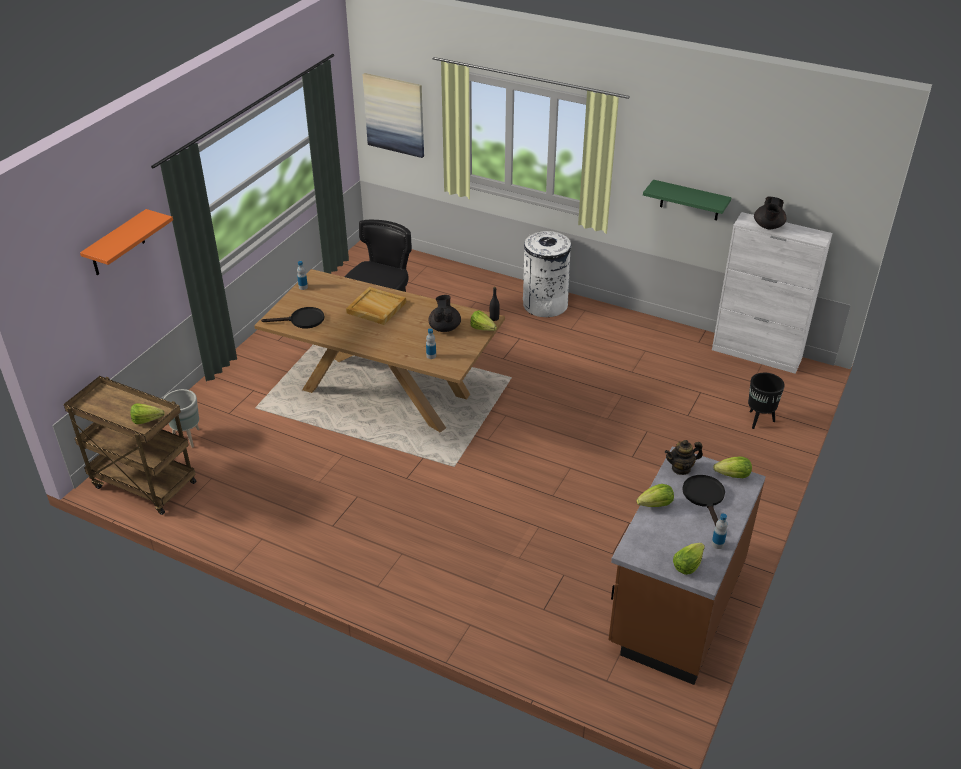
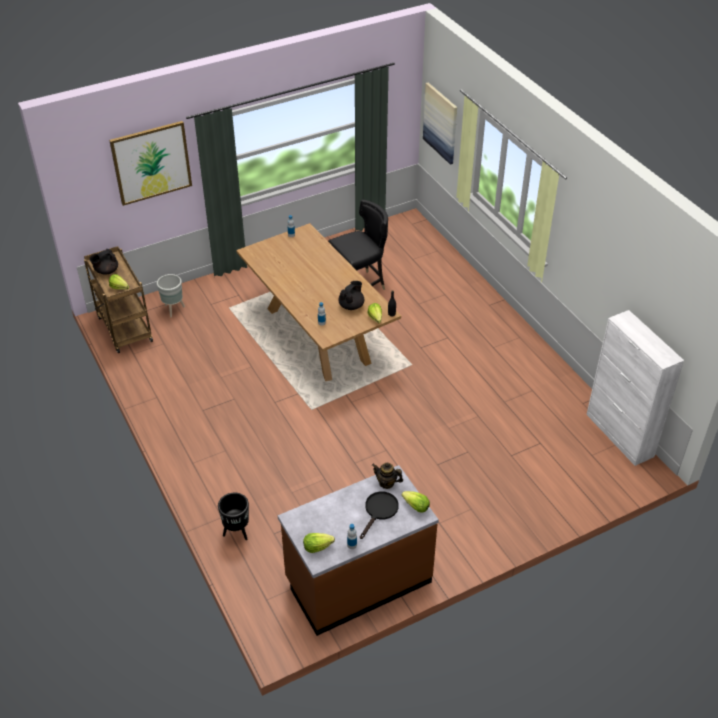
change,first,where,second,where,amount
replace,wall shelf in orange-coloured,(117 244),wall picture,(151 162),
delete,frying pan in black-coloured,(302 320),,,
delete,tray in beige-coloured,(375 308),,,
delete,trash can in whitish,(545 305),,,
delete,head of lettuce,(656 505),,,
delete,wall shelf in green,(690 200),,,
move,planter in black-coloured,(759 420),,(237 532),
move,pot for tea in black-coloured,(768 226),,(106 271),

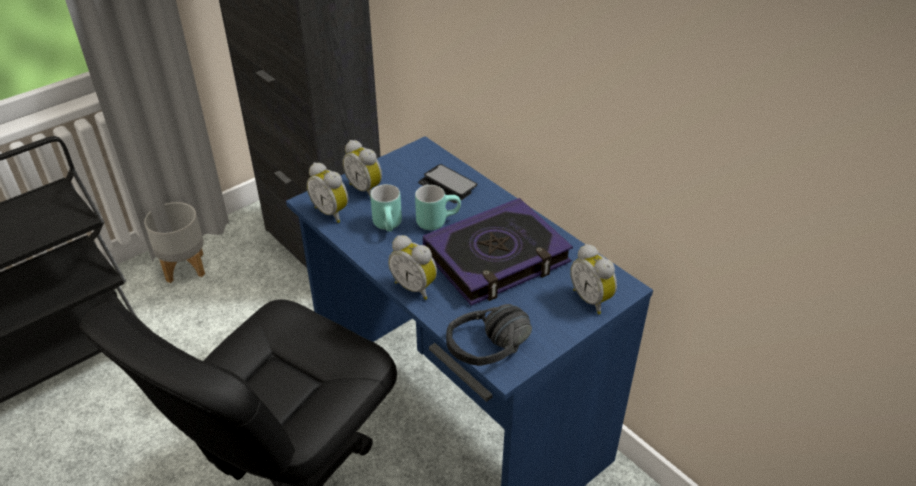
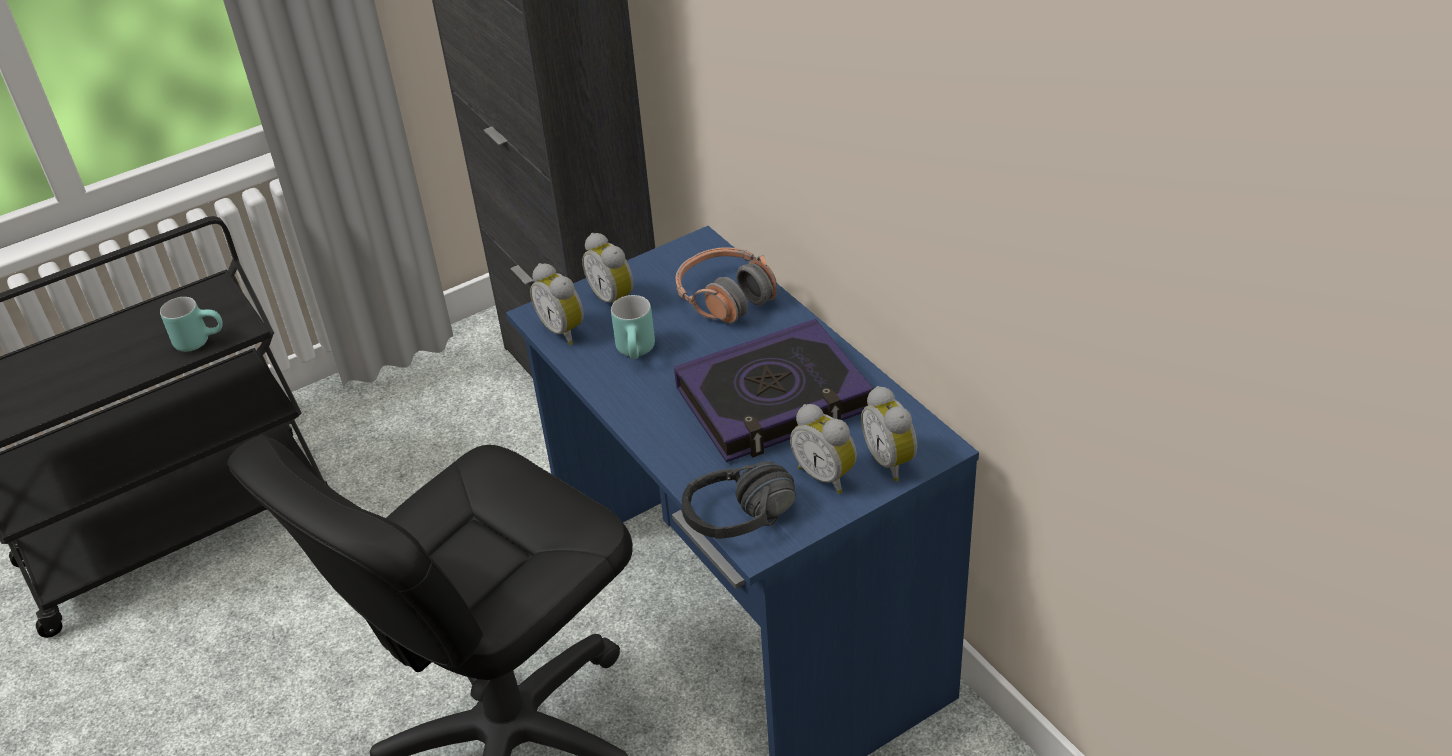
change,first,where,second,where,amount
delete,planter in grey,(185 267),,,
move,alarm clock,(415 287),,(826 475),
move,coffee mug in turquoise,(437 220),,(200 340),
replace,handset,(447 185),headphones,(726 297),

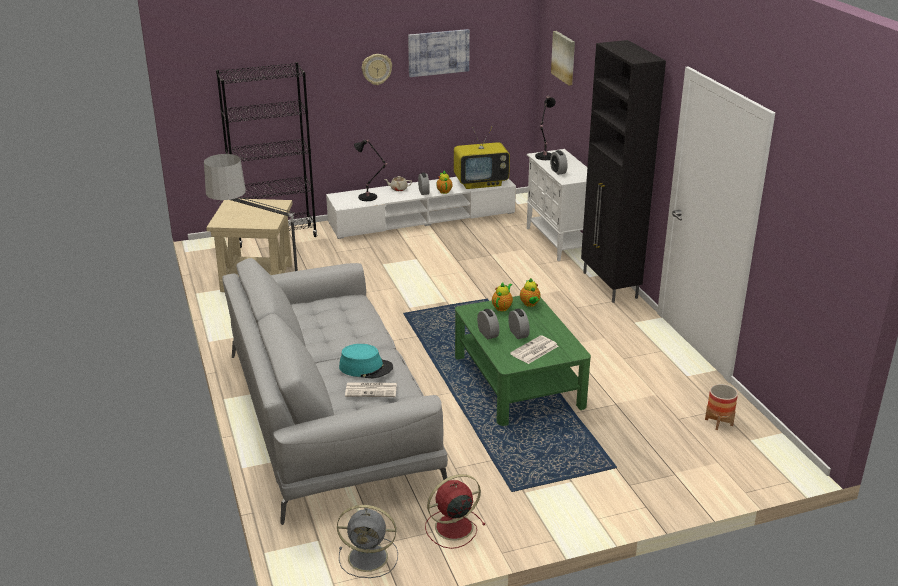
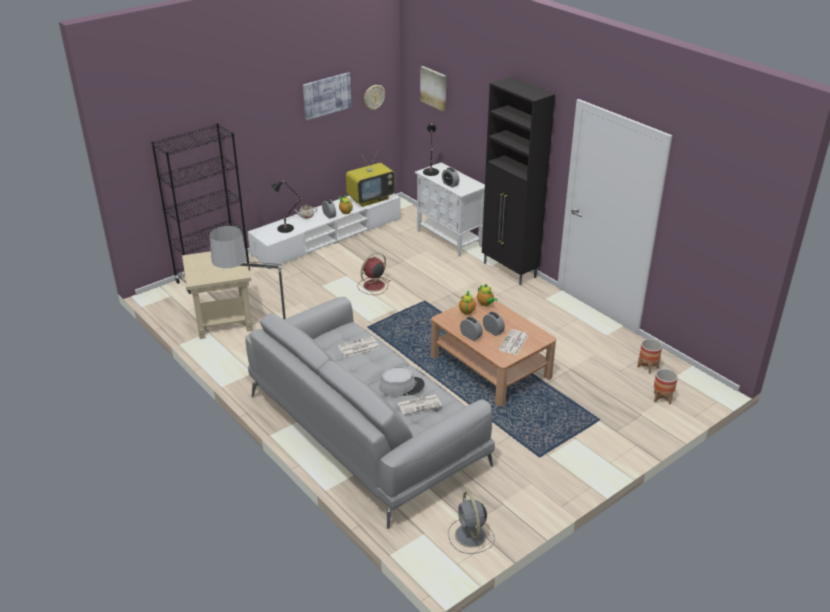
change,first,where,second,where,amount
rotate,fan in grey,(370 557),,(470 536),90 degrees clockwise
recolor,wearable hat in turquoise,(366 367),wearable hat in grey,(402 386),
move,clock on the wall,(376 69),,(374 97),
move,fan in reddish,(452 527),,(373 286),
recolor,low table in green,(517 381),low table in brownish,(490 366),
insert,,,daily paper,(358 347),
insert,,,planter,(662 398),

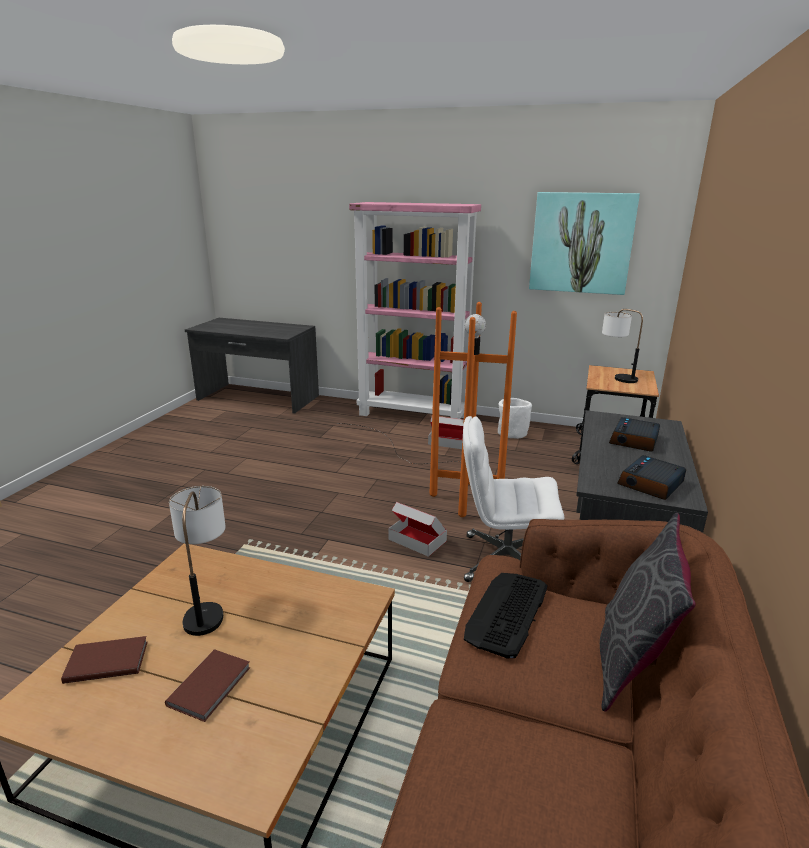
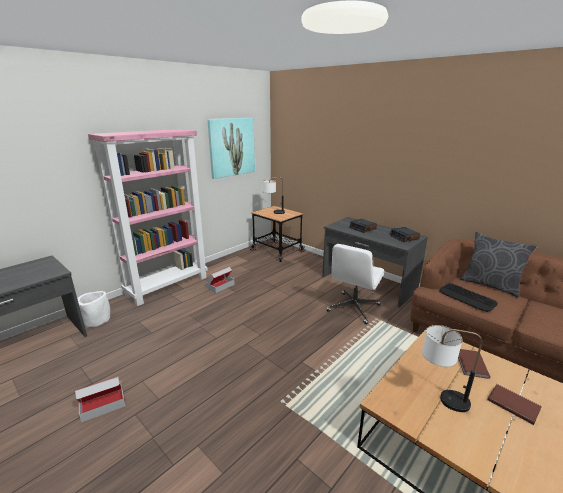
change,first,where,second,where,amount
move,bound book in brownish,(106 661),,(470 364),
delete,floor lamp in orange-coloured,(437 474),,,
move,cardboard box,(417 540),,(103 404),
move,planter in whitish,(512 433),,(97 320),

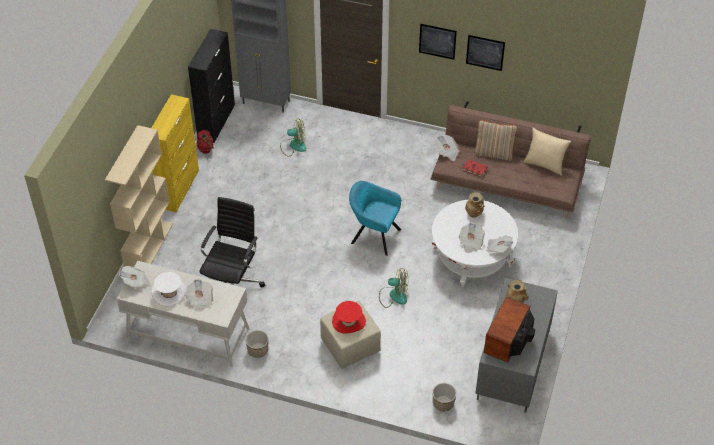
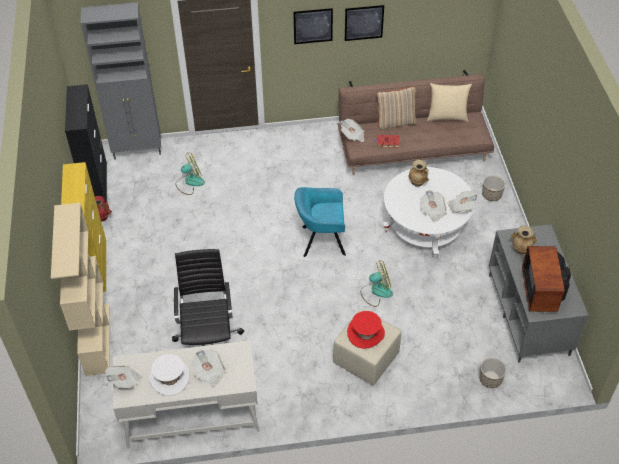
change,first,where,second,where,amount
move,planter,(257 350),,(491 195),

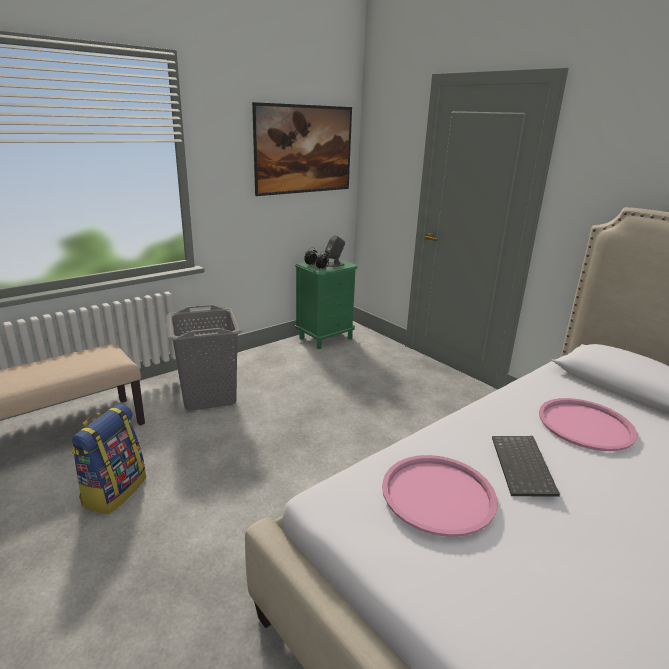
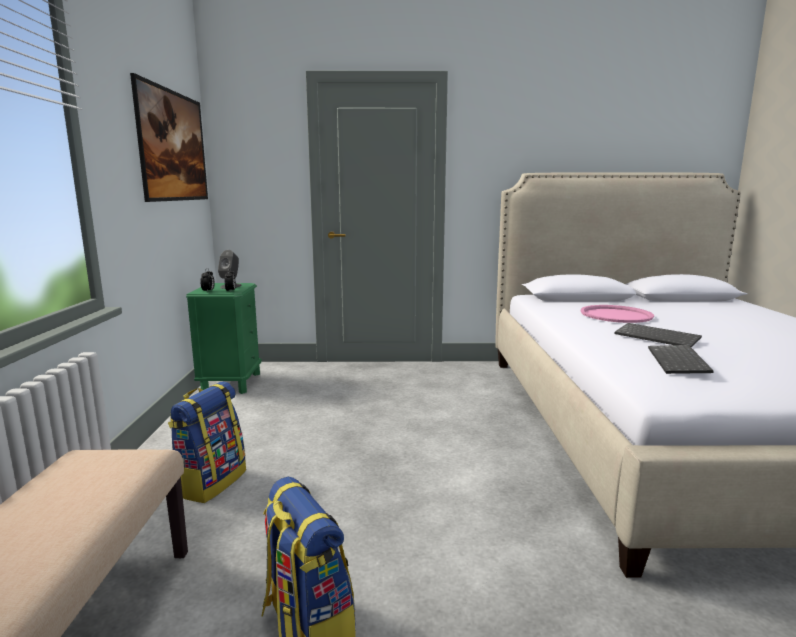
change,first,where,second,where,amount
replace,hamper in grey,(209 395),rucksack,(211 482),
replace,tray in pink,(438 495),PC keyboard,(679 362),

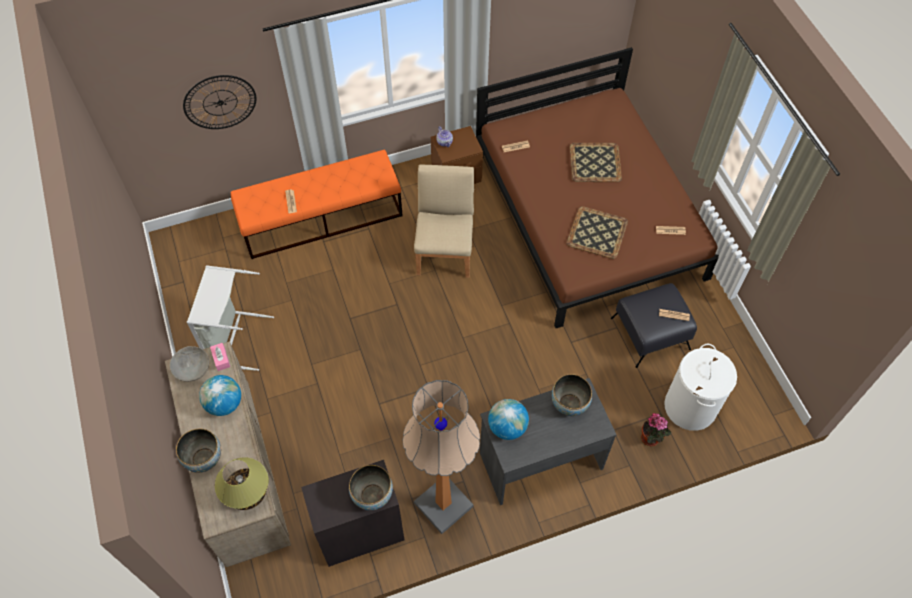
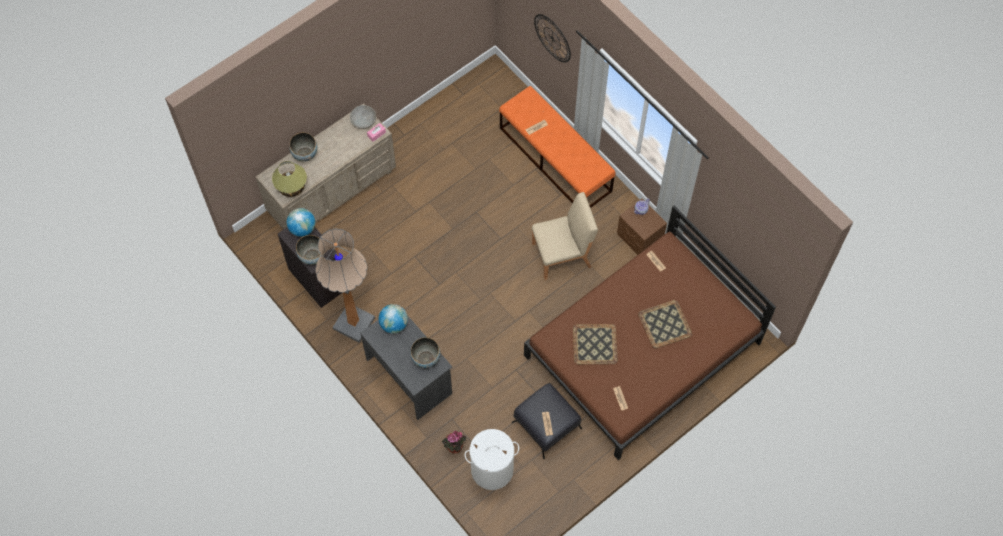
change,first,where,second,where,amount
delete,hamper in grey,(233 339),,,
move,world globe,(224 404),,(302 228),

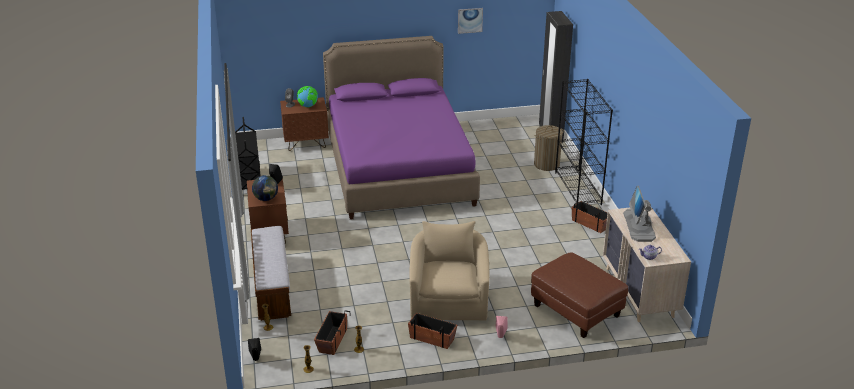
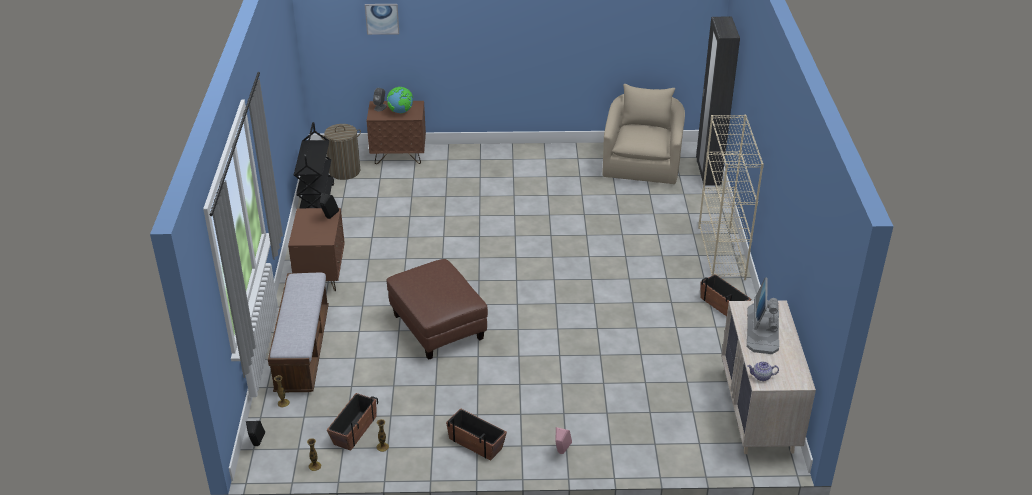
change,first,where,second,where,amount
delete,world globe,(266 199),,,
delete,bed in purple-coloured,(398 168),,,
move,easy chair in beige-coloured,(449 299),,(642 163),
move,wall picture,(470 20),,(382 18),
move,footrest in brownish,(576 311),,(438 328),
move,hamper,(546 164),,(344 171),
recolor,bookshelf in black-coloured,(578 188),bookshelf in beige-coloured,(721 253),

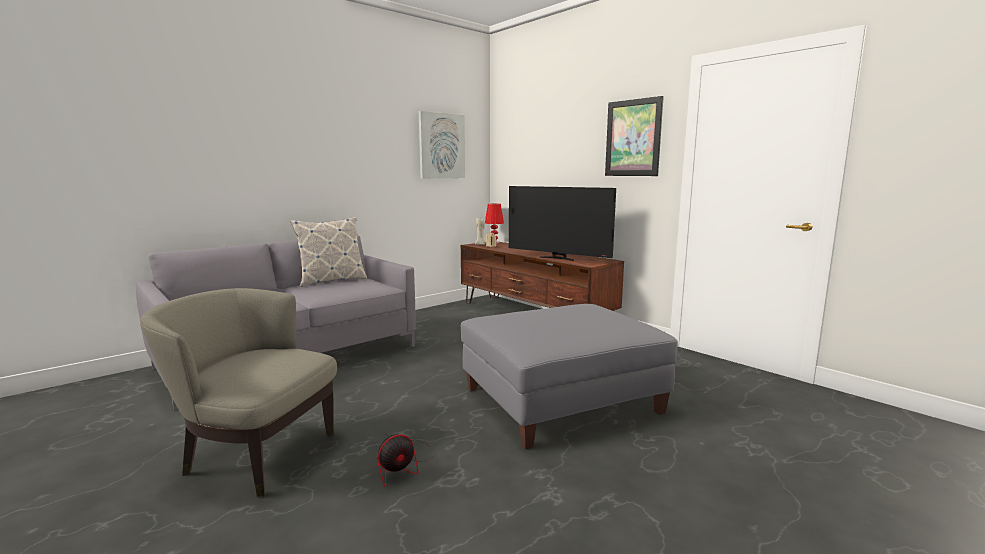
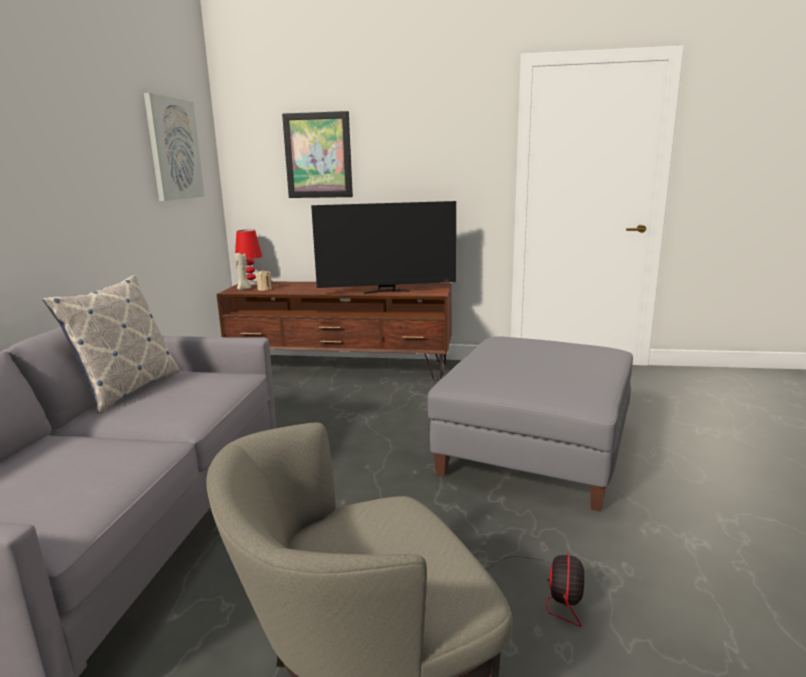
change,first,where,second,where,amount
move,wall picture,(633 138),,(318 155),

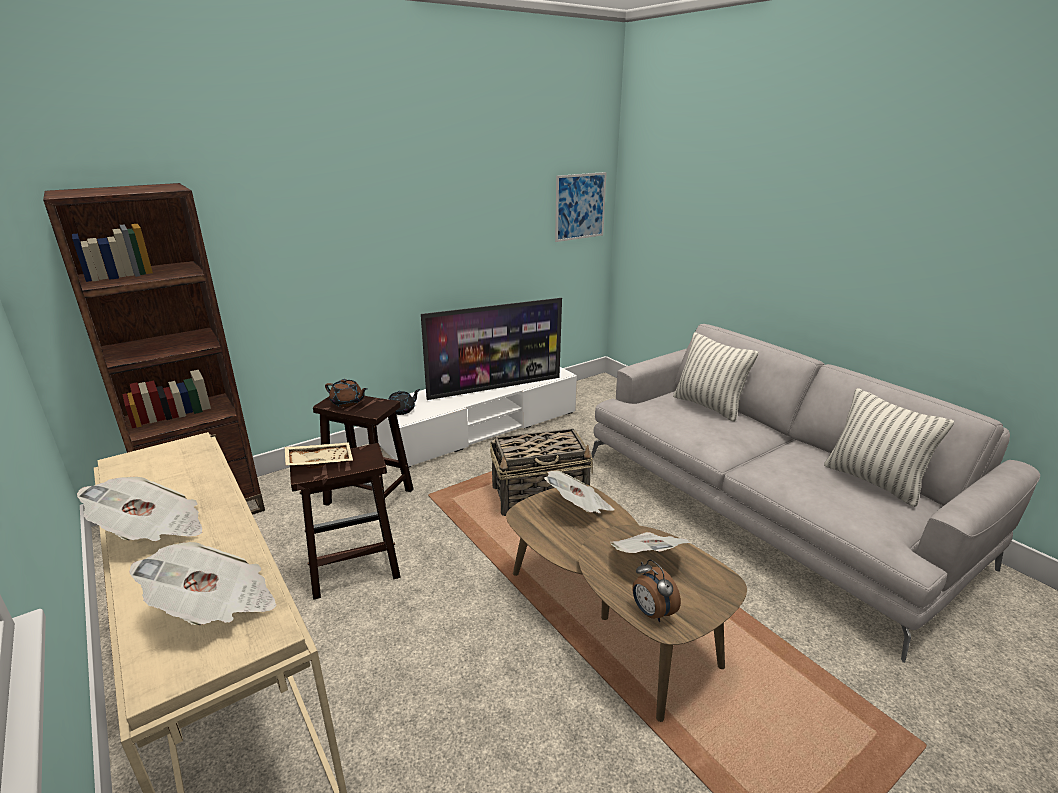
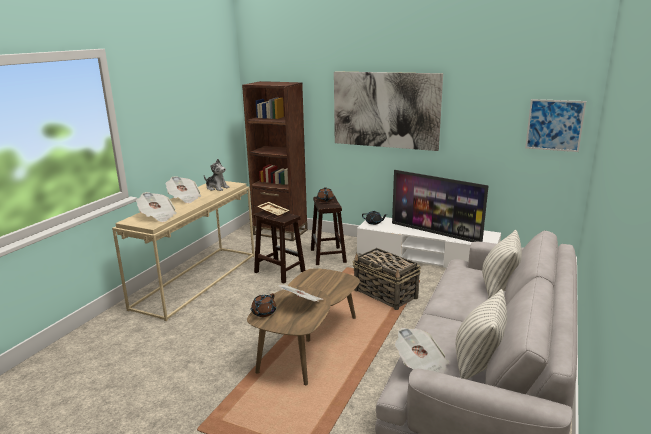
change,first,where,second,where,amount
move,daily paper,(579 508),,(421 366),
replace,alarm clock,(651 613),pot for tea in brownish,(263 313),
insert,,,cuddly toy,(217 188),
insert,,,wall picture,(386 110),

